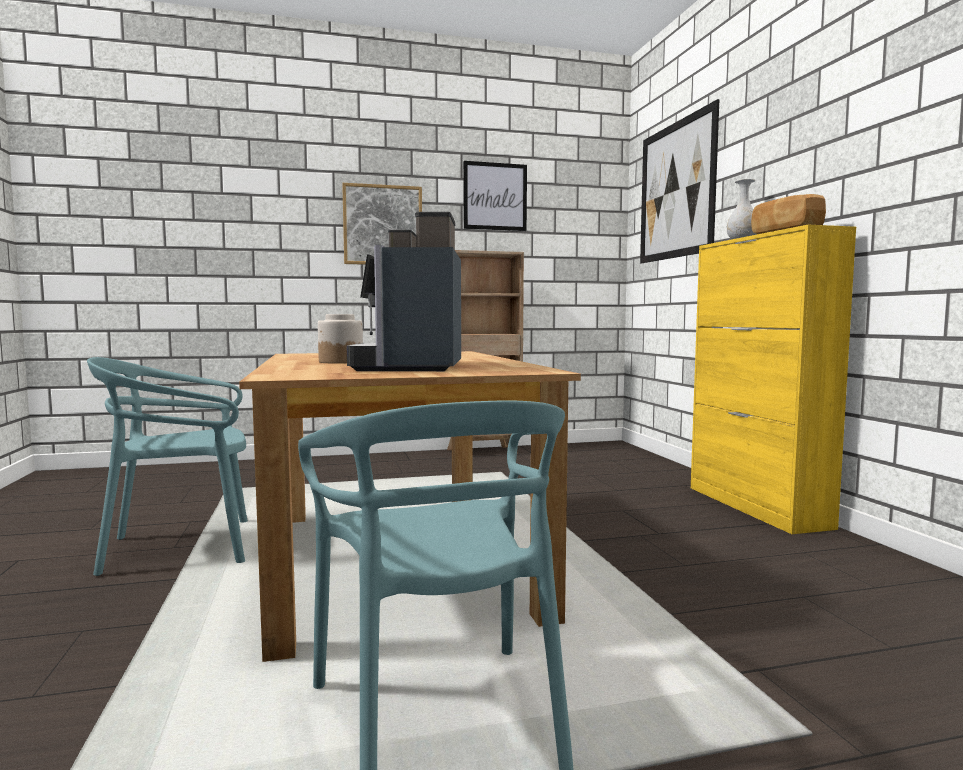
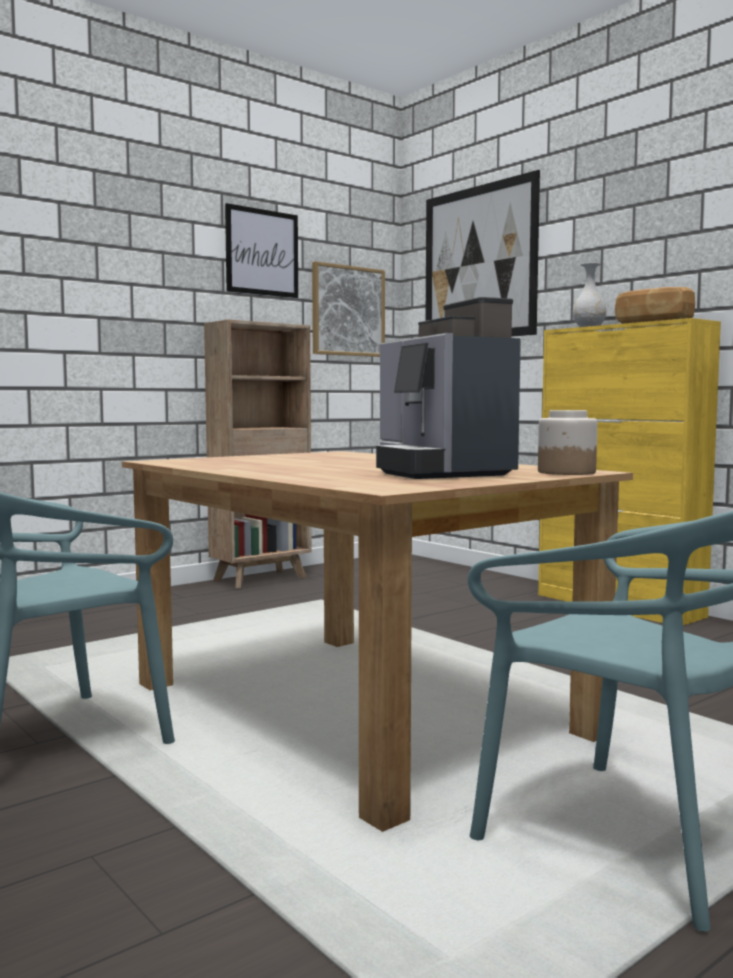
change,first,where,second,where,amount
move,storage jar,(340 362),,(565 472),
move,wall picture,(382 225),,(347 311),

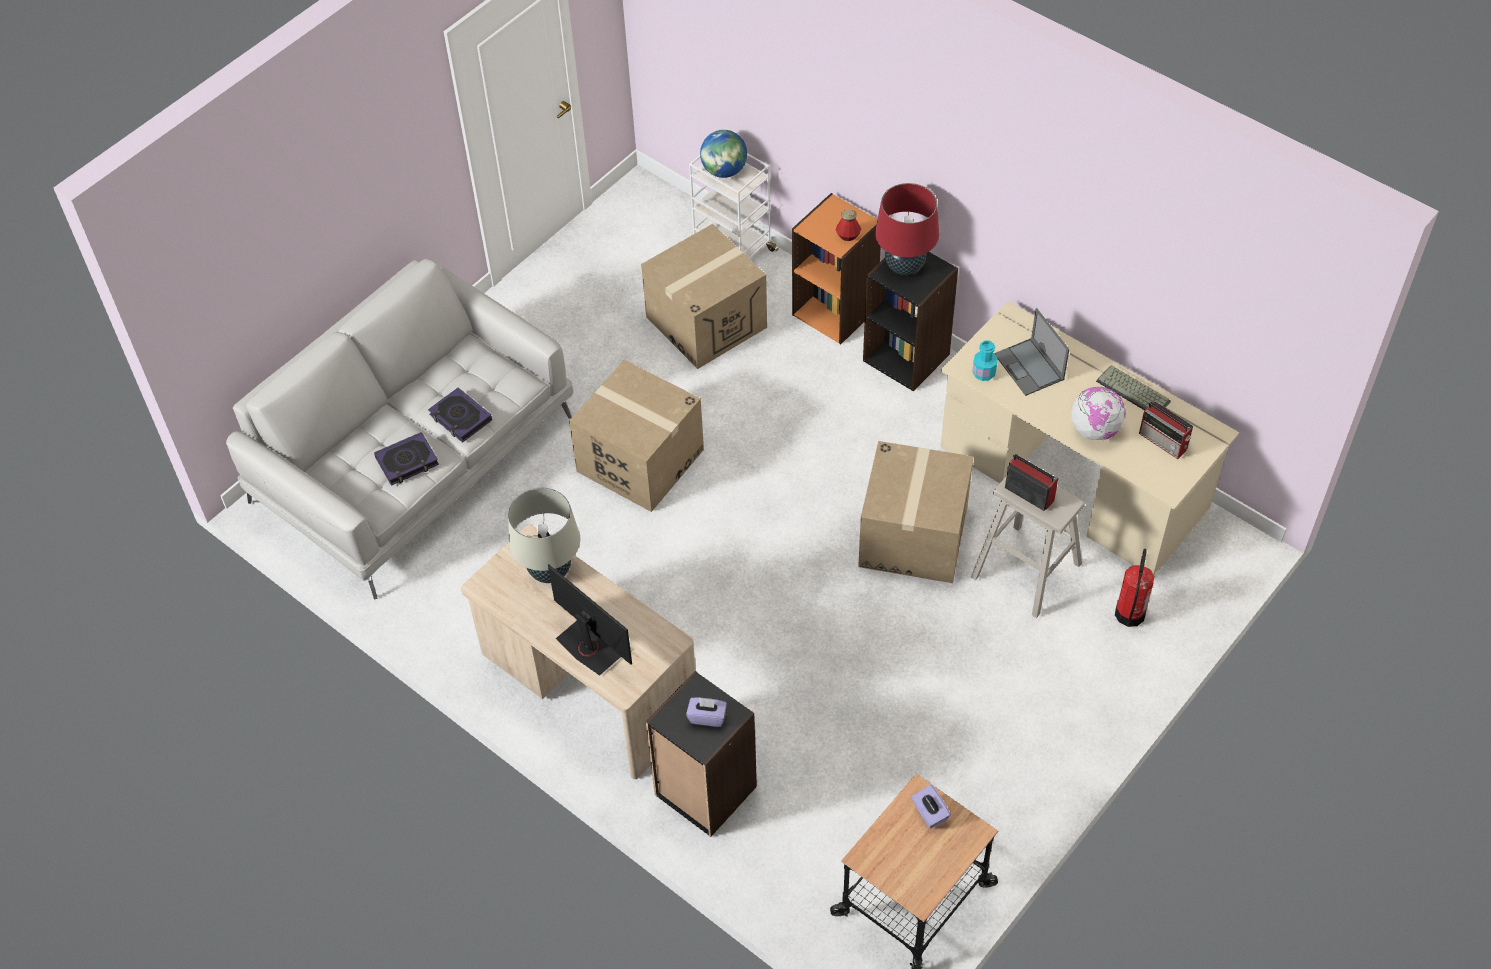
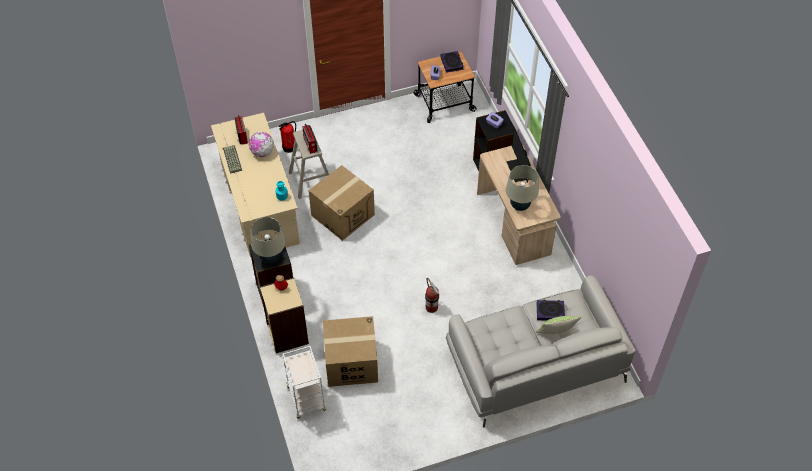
change,first,where,second,where,amount
move,bound book,(460 418),,(452 63),
replace,cardboard box,(640 460),fire extinguisher,(431 307),
delete,world globe,(724 171),,,
recolor,bookshelf in orange-coloured,(835 311),bookshelf in beige-coloured,(287 334),
recolor,tabletop lamp in reddish,(904 266),tabletop lamp in beige-coloured,(270 258),
delete,portable computer,(1029 367),,,
insert,,,pillow,(556 333),

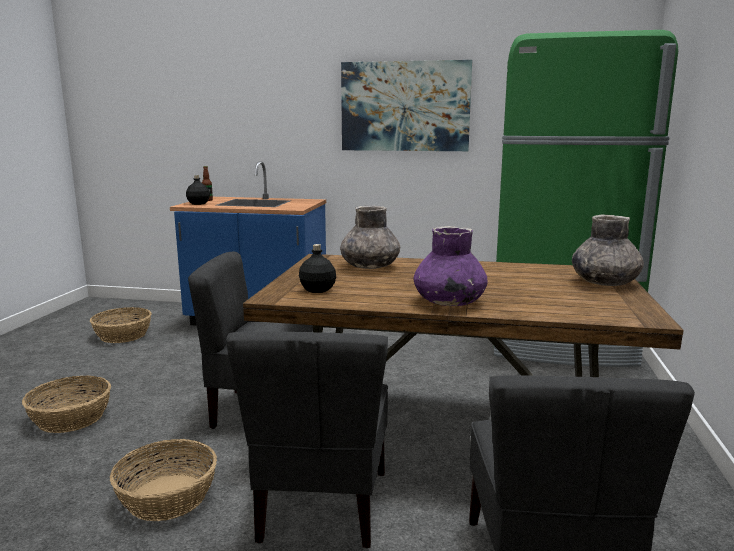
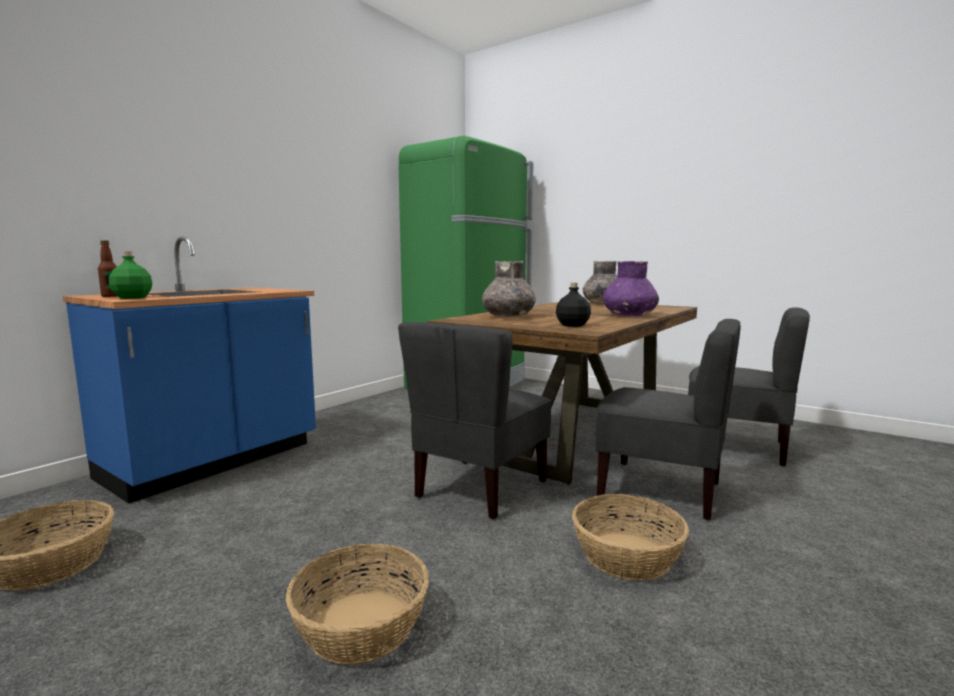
change,first,where,second,where,amount
recolor,bottle in black-coloured,(199 203),bottle in green,(133 297),
delete,wall picture,(405 106),,,

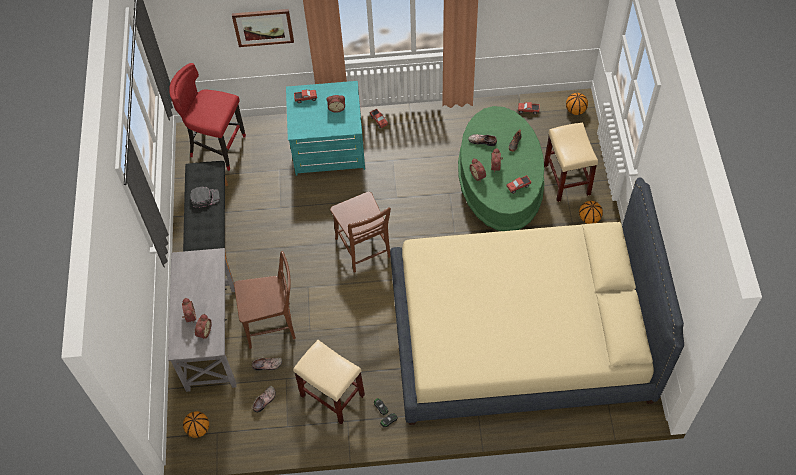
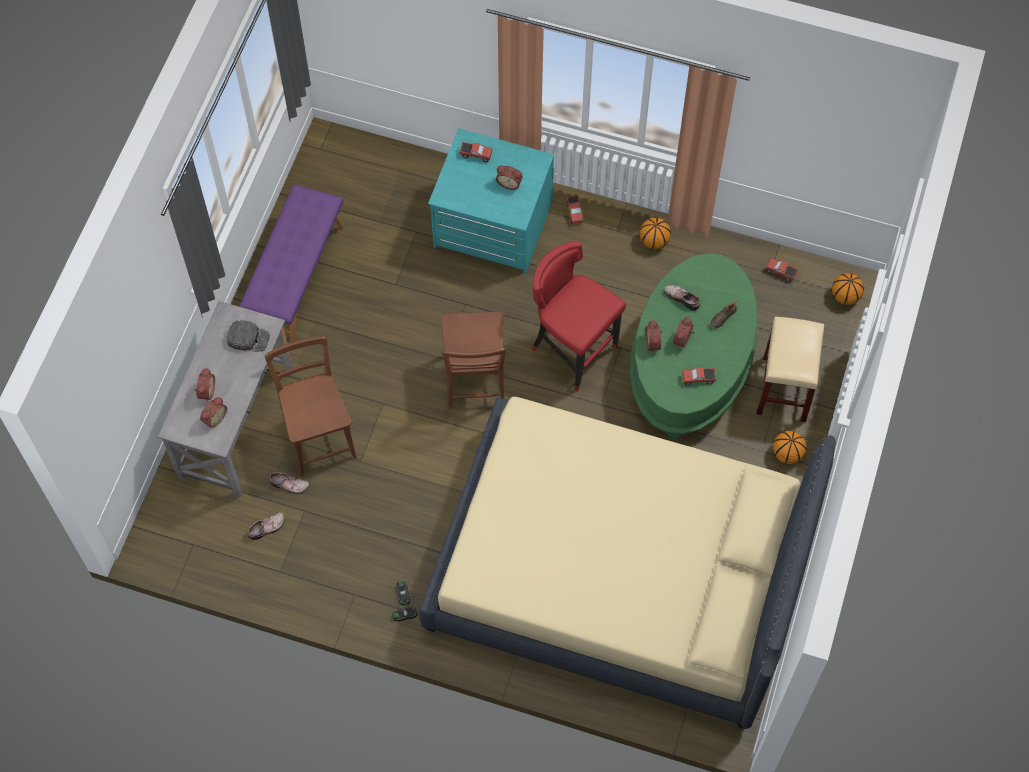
change,first,where,second,where,amount
move,stool seat in reddish,(217 148),,(572 350),
recolor,indoor bench in black-coloured,(210 227),indoor bench in purple-coloured,(296 276),
move,basketball ball,(198 429),,(653 241),
move,peaked cap in black-coloured,(205 198),,(248 338),
delete,wall picture,(263 27),,,
rotate,chair in brownish,(273 324),,(318 435),120 degrees counterclockwise
delete,stool seat in beige-coloured,(333 395),,,

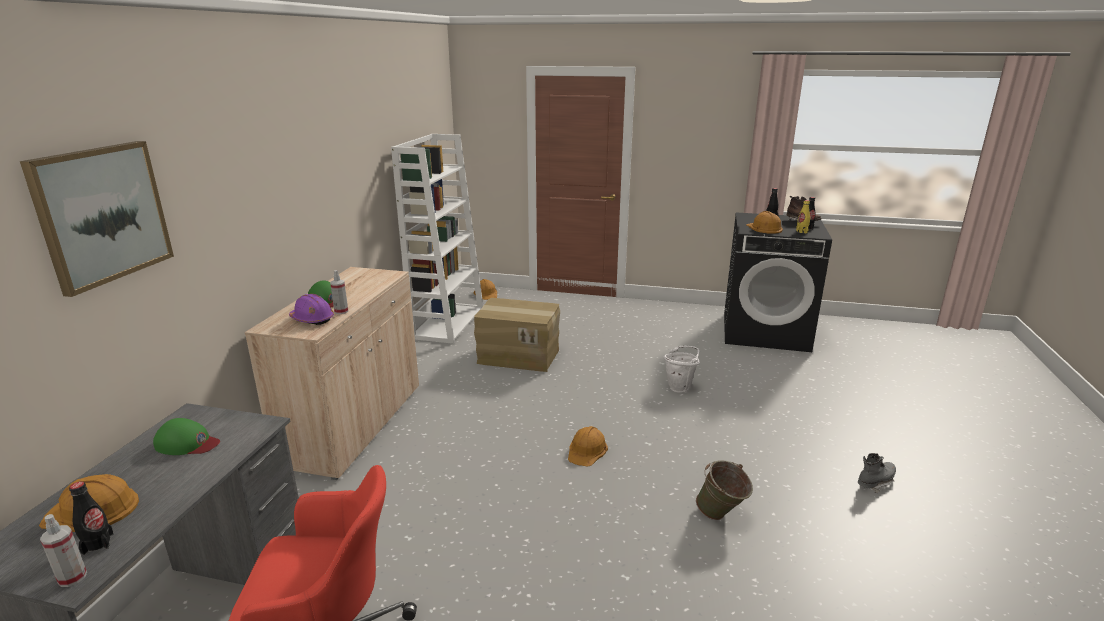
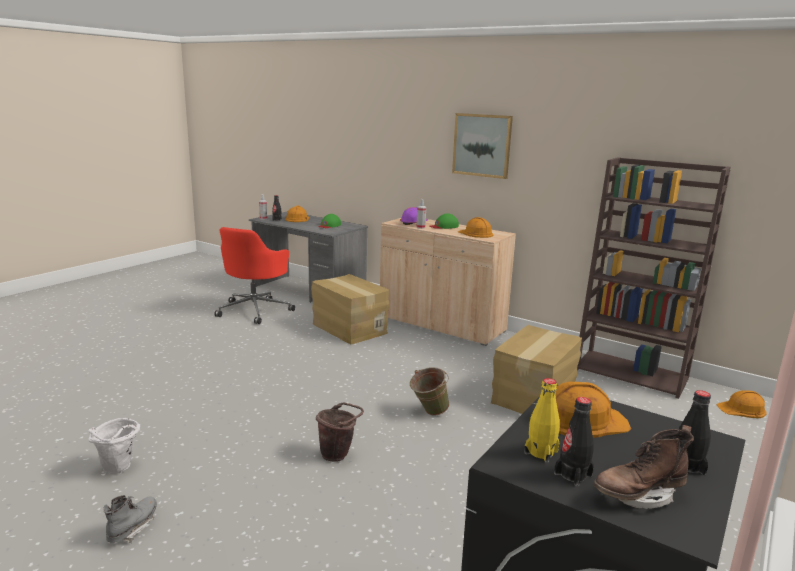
change,first,where,second,where,amount
move,wall picture,(102 214),,(482 145),
recolor,bookshelf in whitish,(448 323),bookshelf in brownish,(632 374),
move,hard hat in orange-coloured,(587 450),,(476 233),
move,pail in whitish,(680 387),,(118 470),
move,pail in green,(721 516),,(428 413),
rotate,boot in grey,(875 482),,(133 528),150 degrees counterclockwise
insert,,,cardboard box,(348 328),
insert,,,pail in brownish,(338 454),

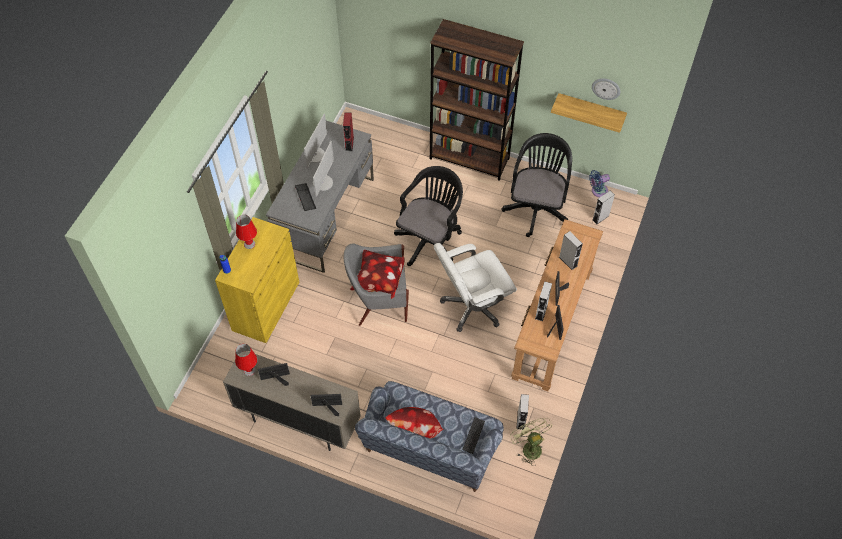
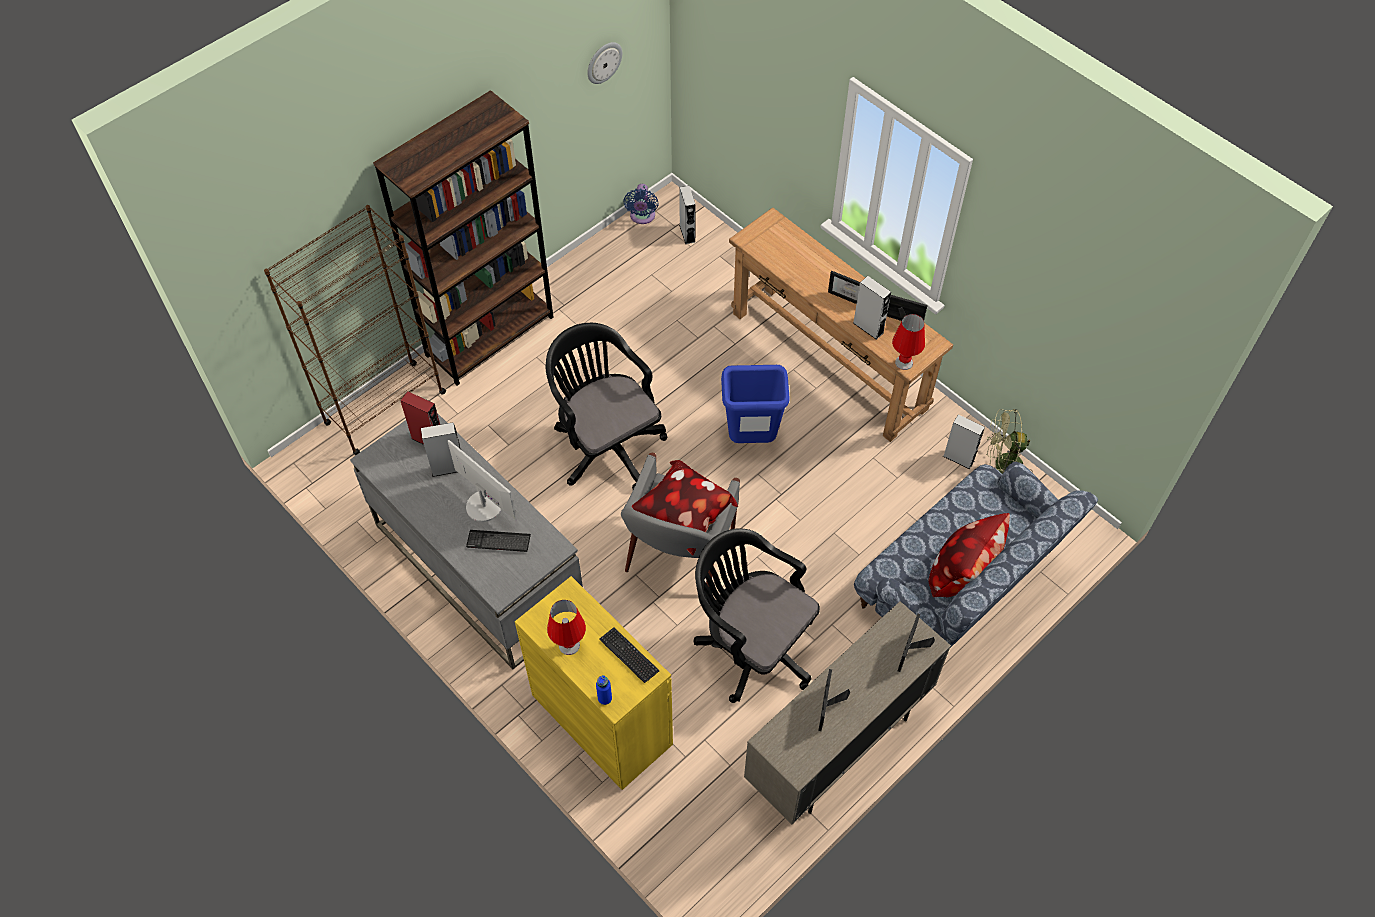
change,first,where,second,where,amount
move,tabletop lamp in reddish,(249 370),,(904 362),
delete,computer screen,(315 155),,,
replace,desk chair in whitish,(472 306),trash can in blue-coloured,(751 439),
move,PC keyboard,(473 435),,(629 655),
move,desk chair in black-coloured,(536 207),,(751 645),
delete,wall shelf,(590 110),,,
move,audio speaker in grey,(568 261),,(448 468),
insert,,,bookshelf in brownish,(385 408),

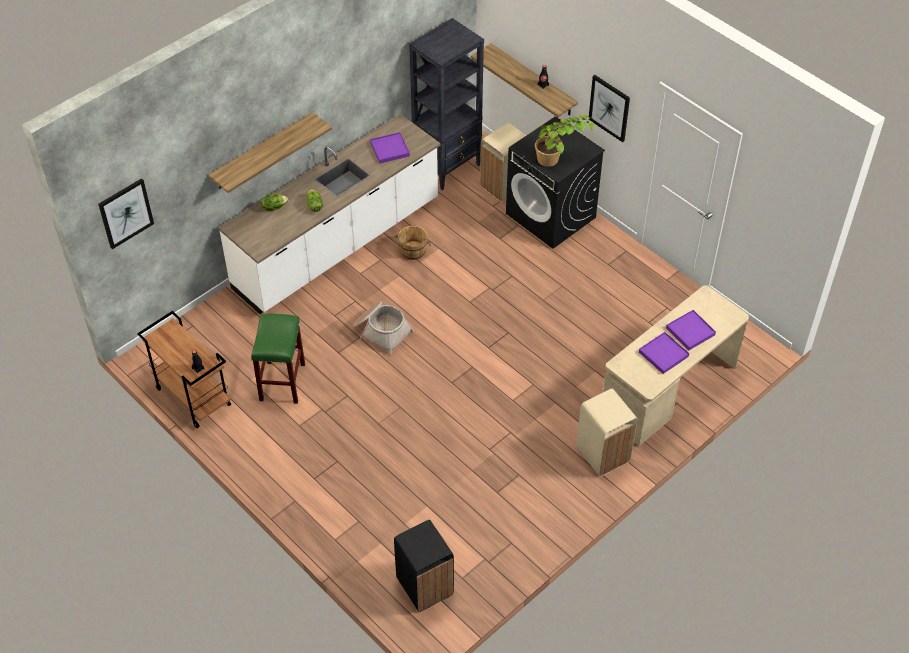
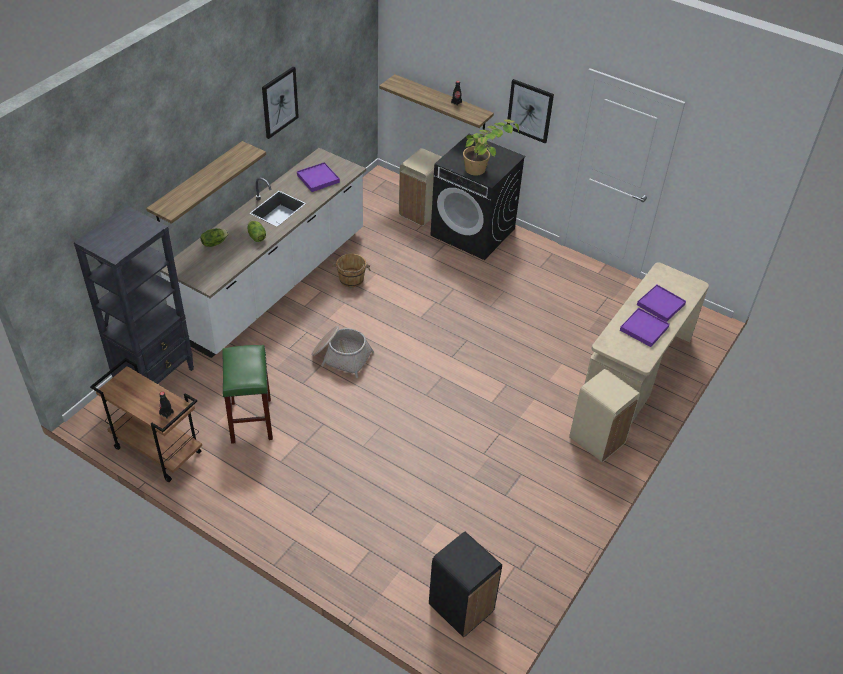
change,first,where,second,where,amount
move,wall picture,(125 213),,(279 102),
move,bookshelf in black-coloured,(448 167),,(155 377),

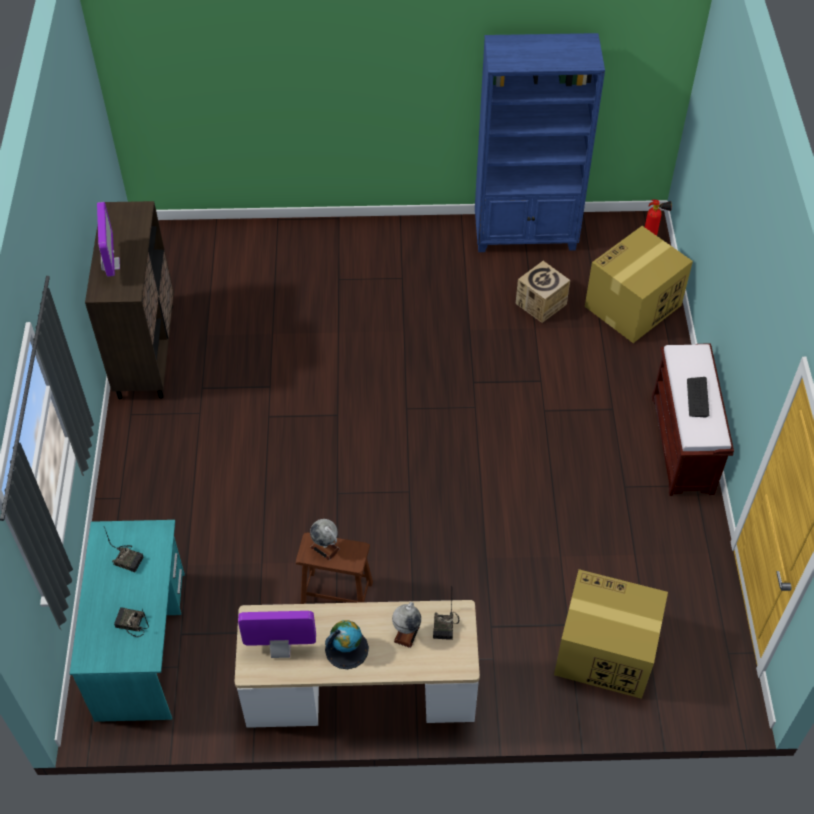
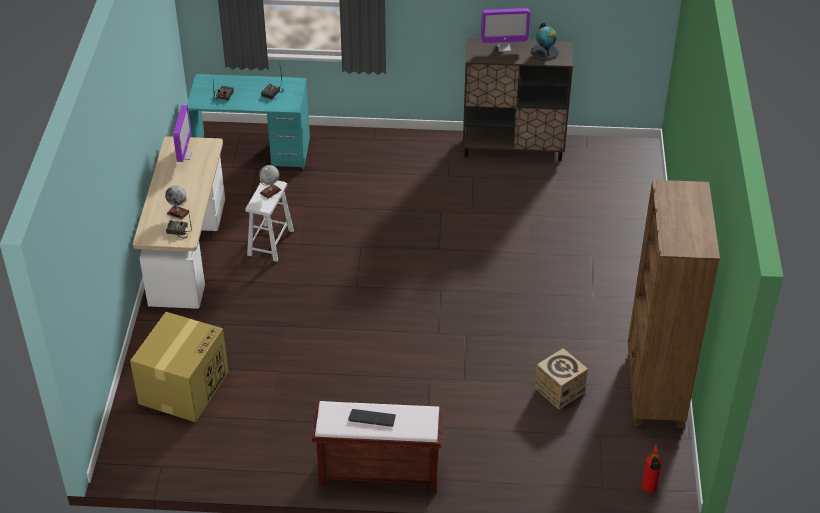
change,first,where,second,where,amount
recolor,stool seat in brownish,(337 594),stool seat in whitish,(271 242),
move,world globe,(346 649),,(545 52),
recolor,bookshelf in blue-coloured,(526 235),bookshelf in brownish,(654 389),
delete,cardboard box,(632 306),,,

